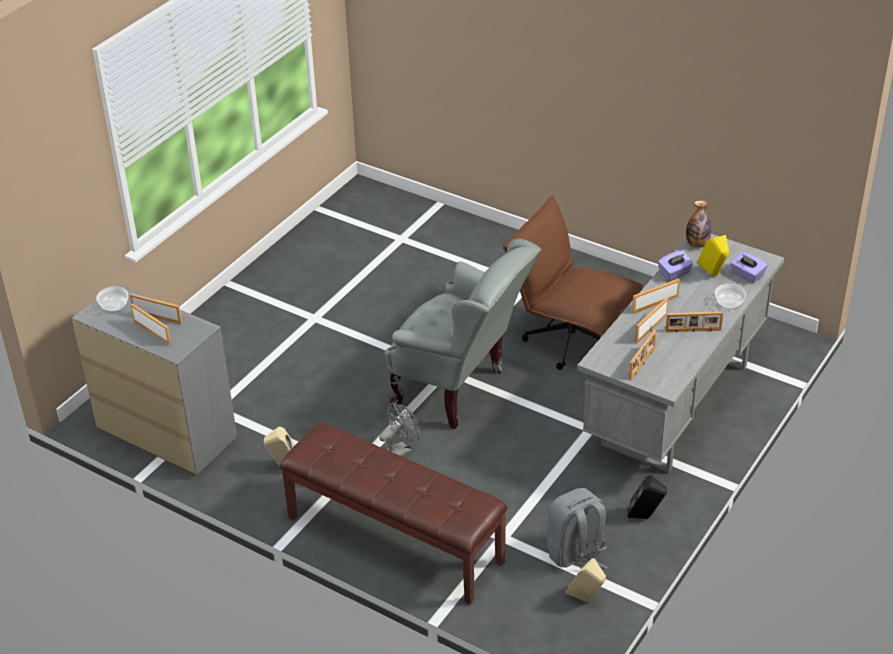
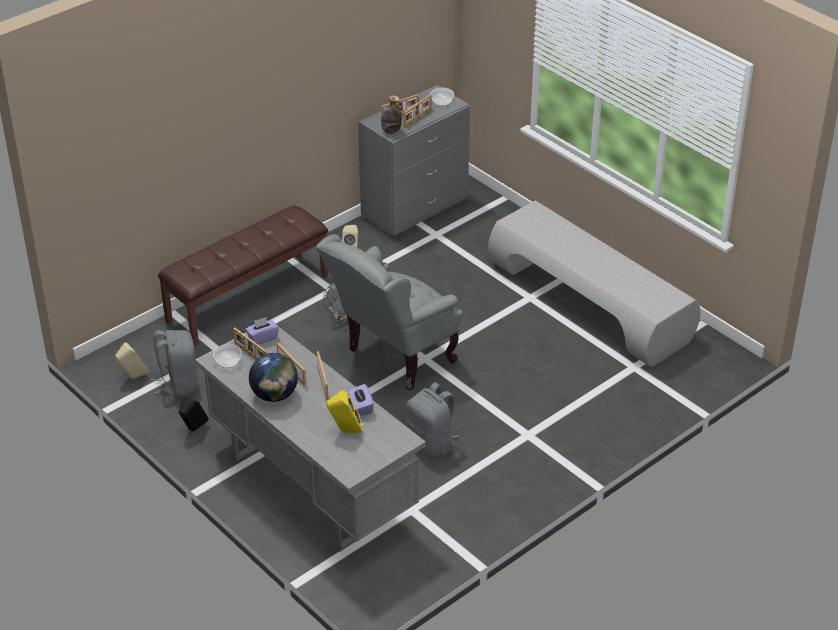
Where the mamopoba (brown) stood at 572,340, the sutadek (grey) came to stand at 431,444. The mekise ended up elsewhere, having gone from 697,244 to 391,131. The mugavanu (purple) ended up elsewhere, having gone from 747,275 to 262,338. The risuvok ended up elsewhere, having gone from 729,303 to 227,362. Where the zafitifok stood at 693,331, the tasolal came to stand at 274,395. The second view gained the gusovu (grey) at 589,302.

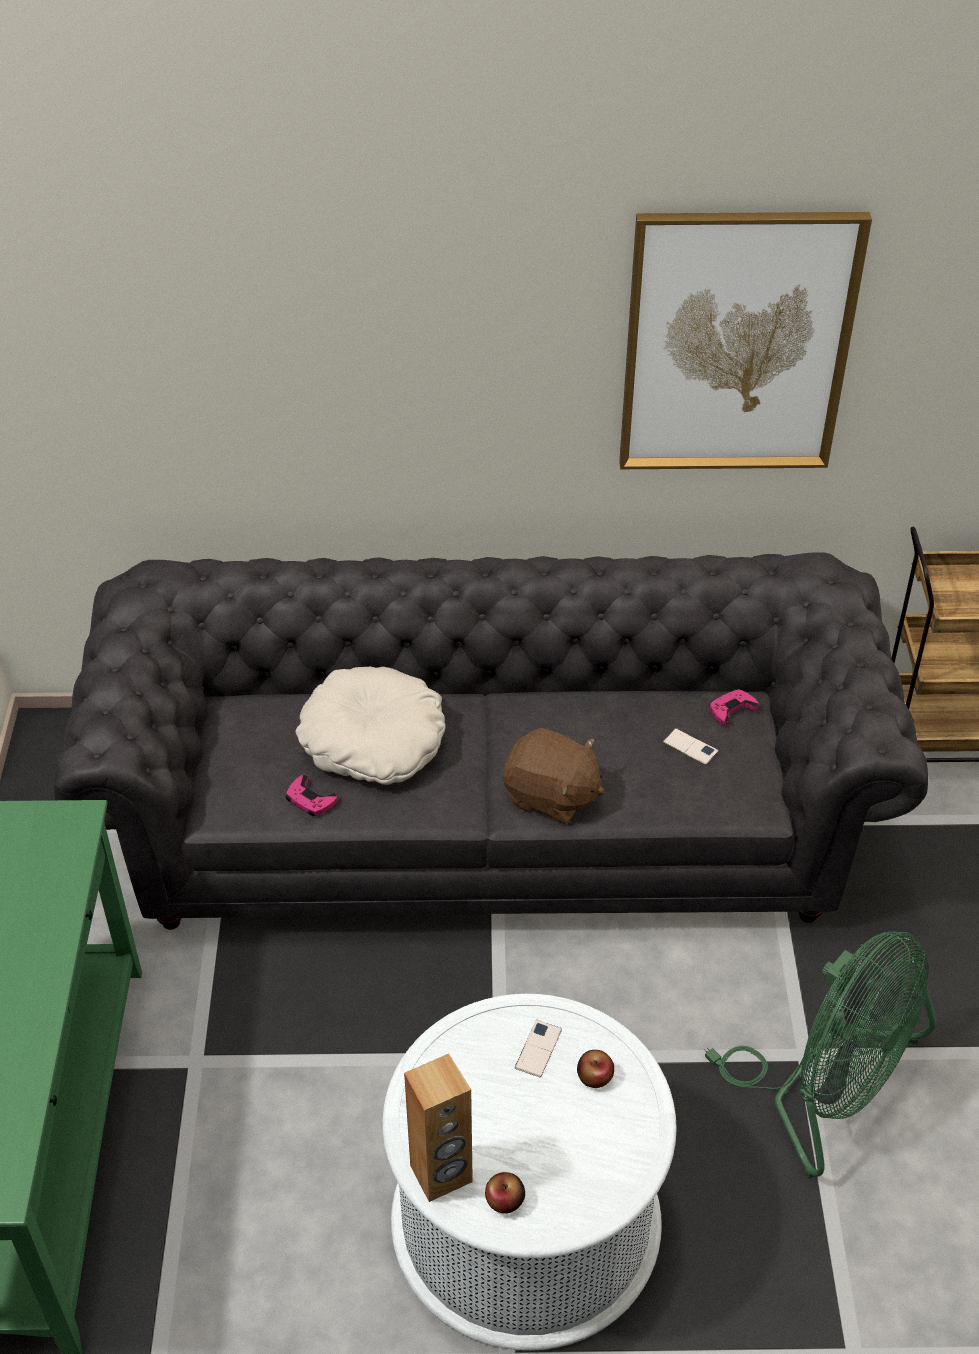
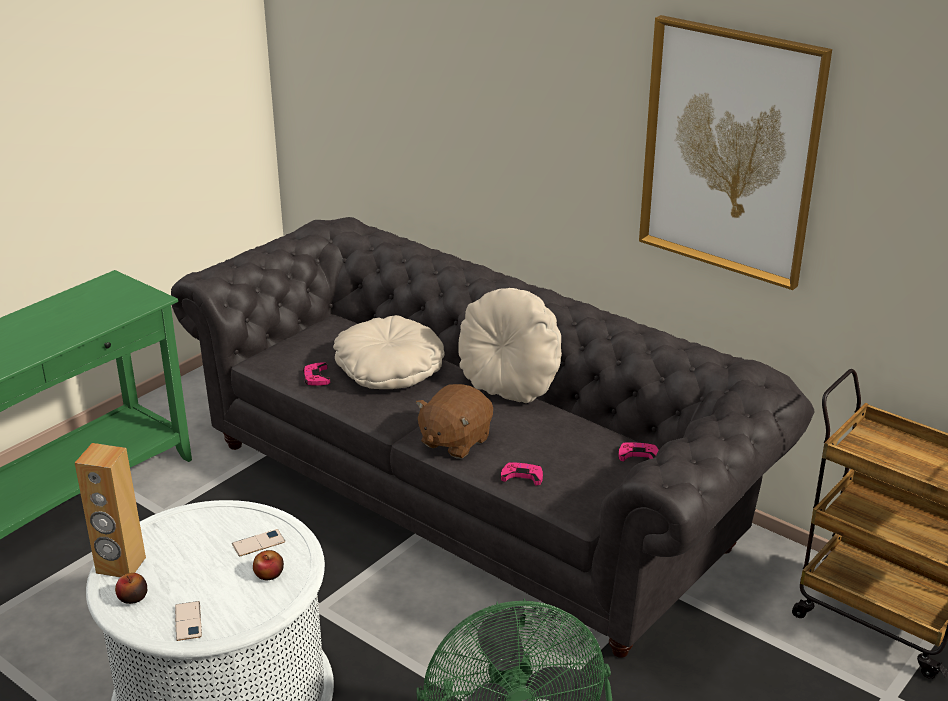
The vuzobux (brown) at 551,796 ended up facing another way, 60 degrees clockwise from before. The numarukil ended up elsewhere, having gone from 690,747 to 188,621. The second view gained the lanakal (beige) at 509,389. The second view gained the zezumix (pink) at 522,476.

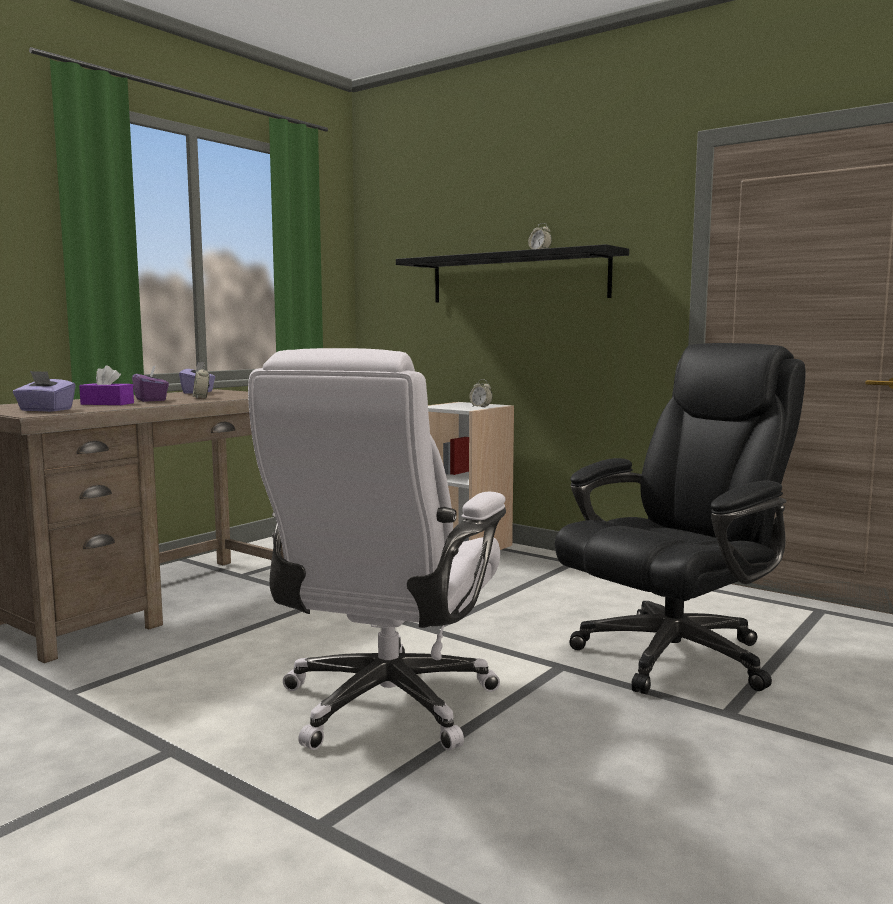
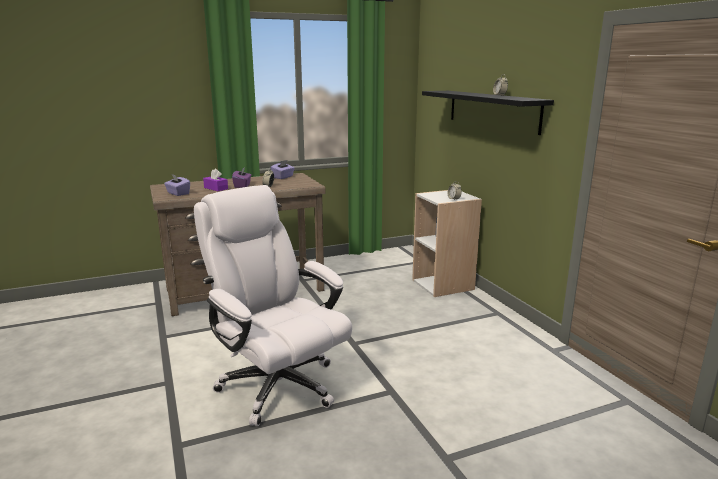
The second view lost the mamopoba (black) at 673,657. The mamopoba (white) at 388,703 ended up facing another way, 90 degrees clockwise from before.

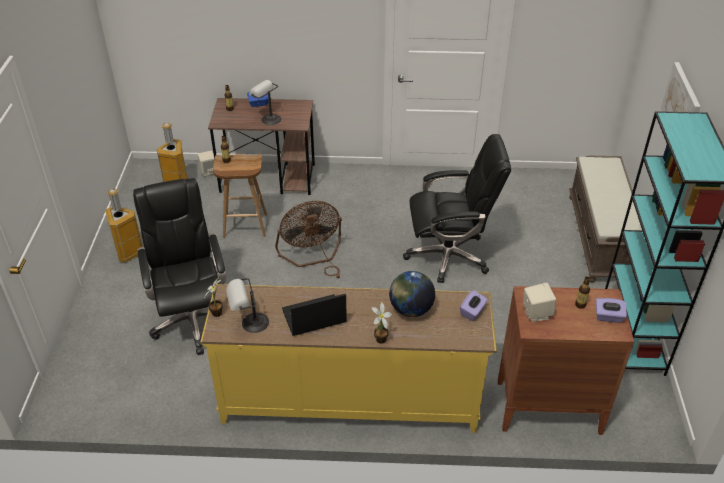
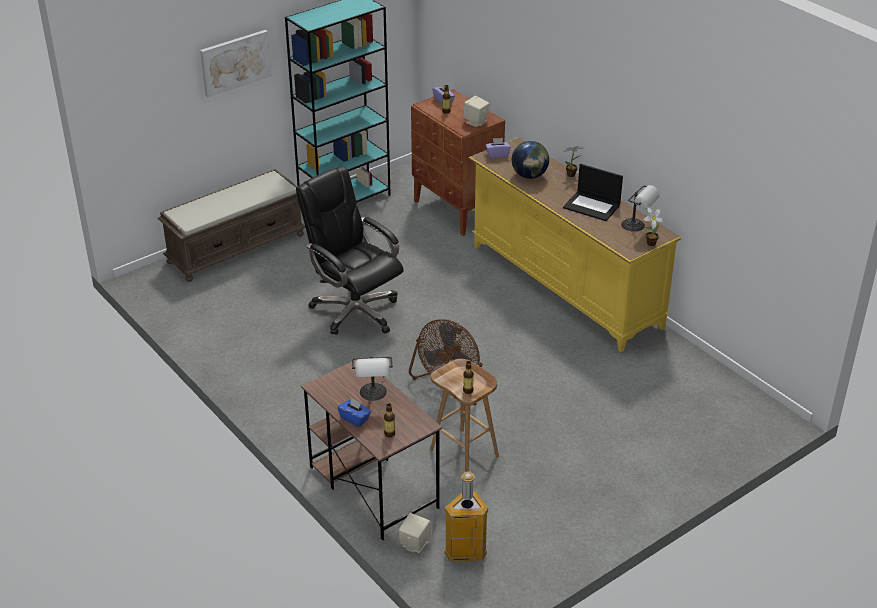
The second view lost the mamopoba (black) at 192,318. The second view lost the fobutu at 127,252.

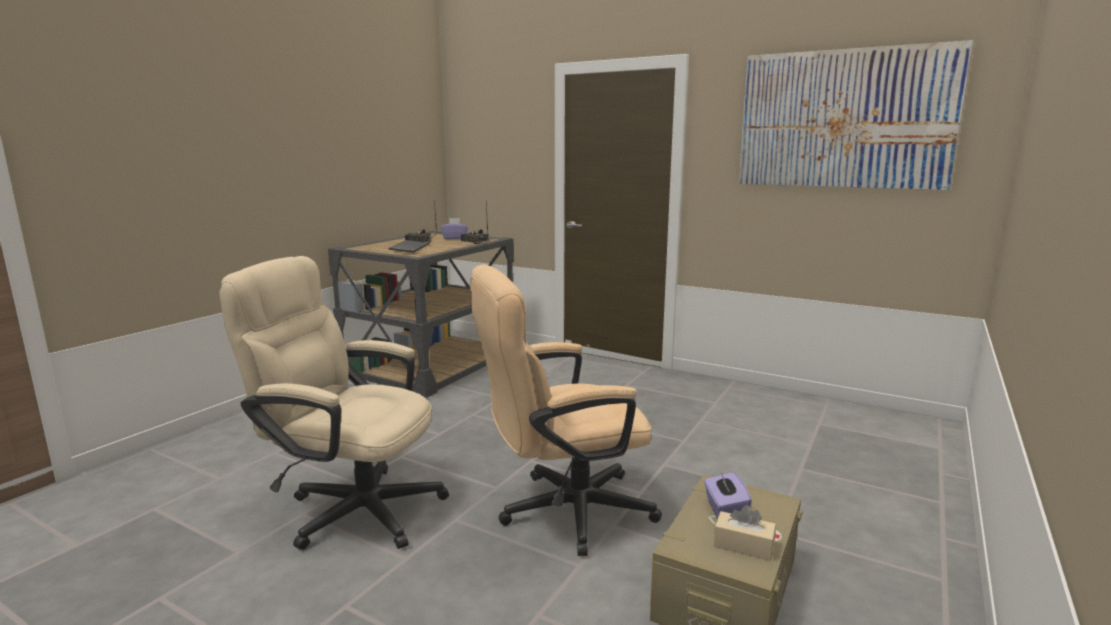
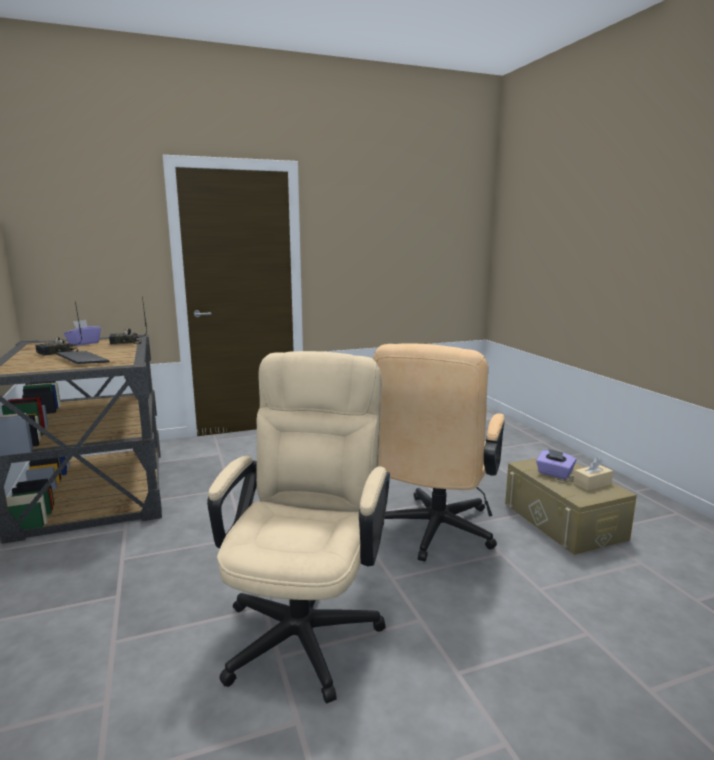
The second view lost the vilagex at 844,119. The mamopoba (beige) at 352,507 ended up facing another way, 135 degrees clockwise from before.

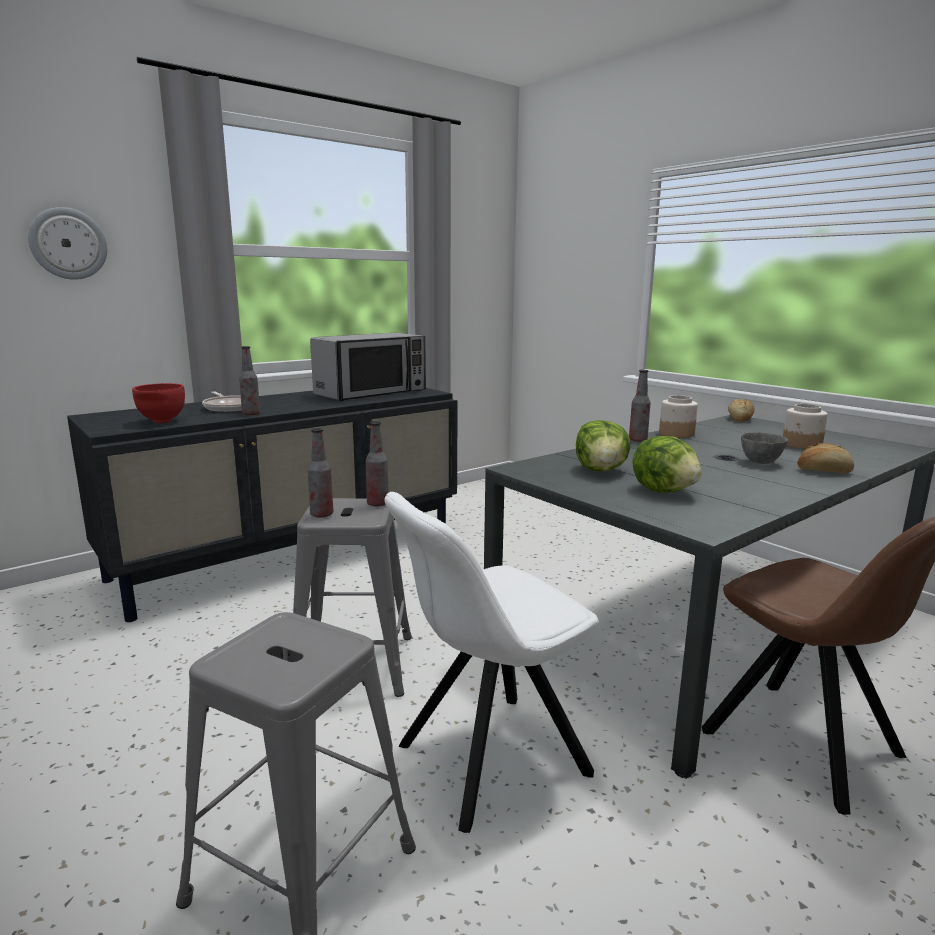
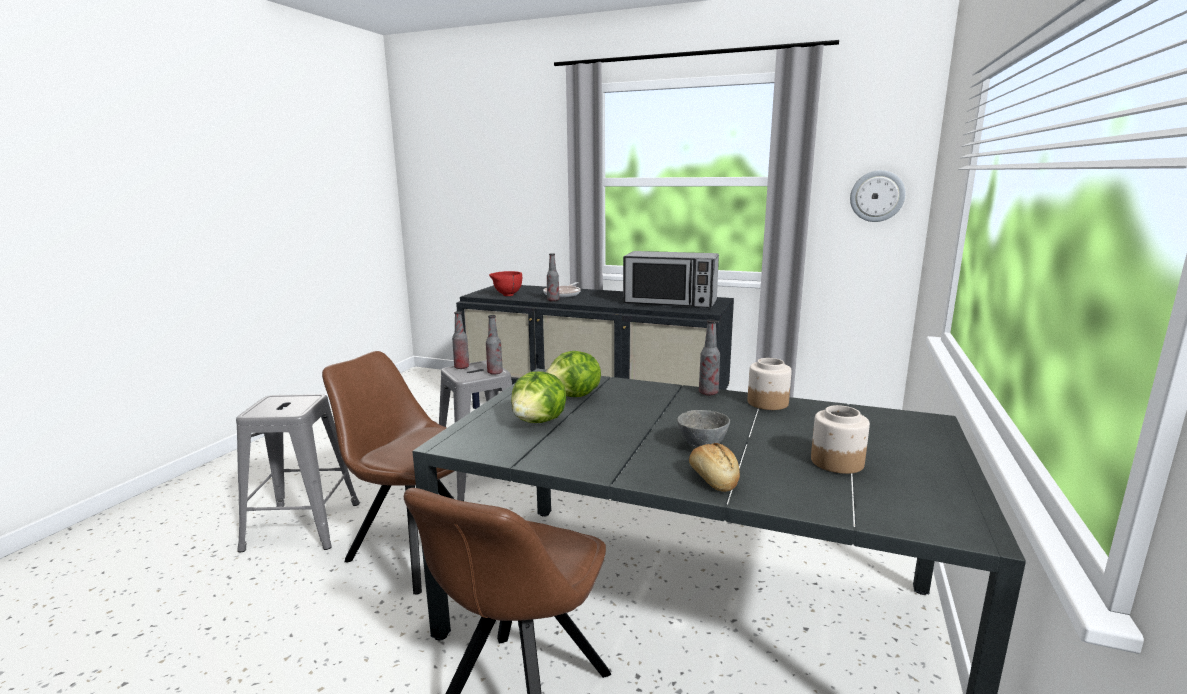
The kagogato ended up elsewhere, having gone from 68,244 to 877,196. The second view lost the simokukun at 739,419. What was the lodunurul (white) at 491,759 turned into the lodunurul (brown) at 414,551.

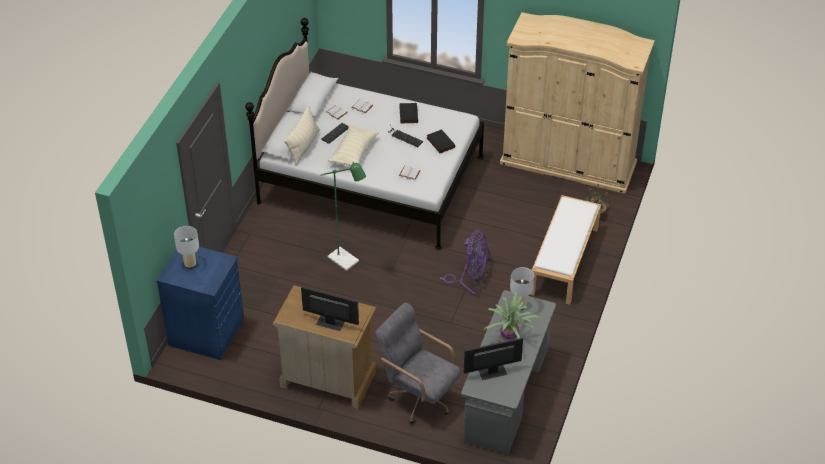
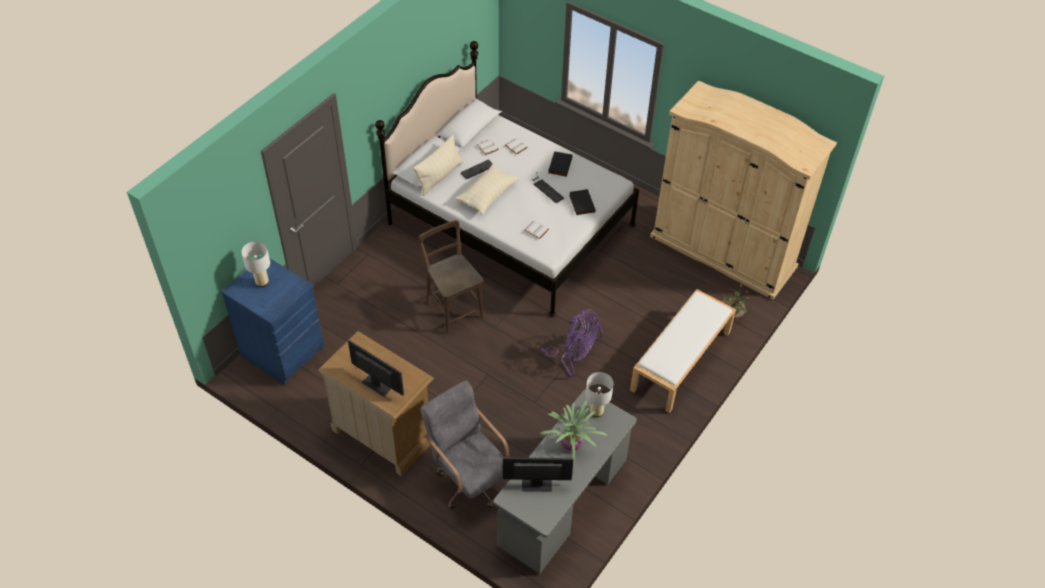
Where the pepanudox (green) stood at 347,262, the lodunurul (brown) came to stand at 453,308.

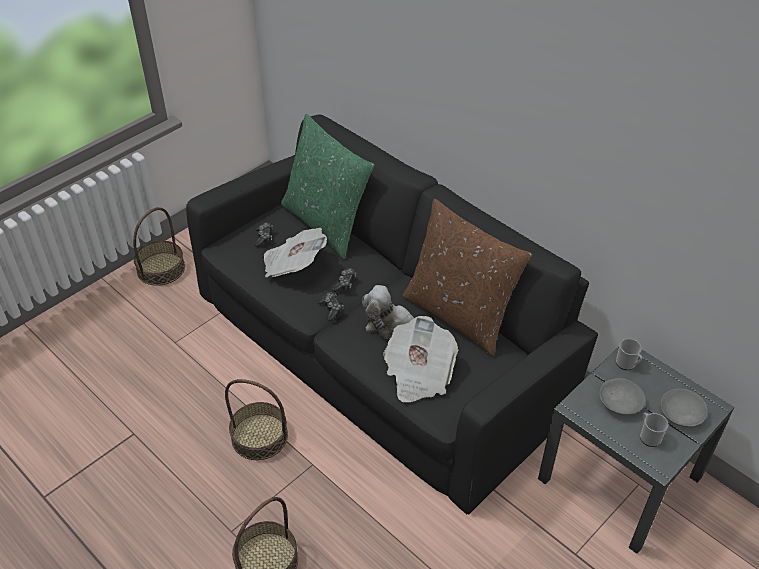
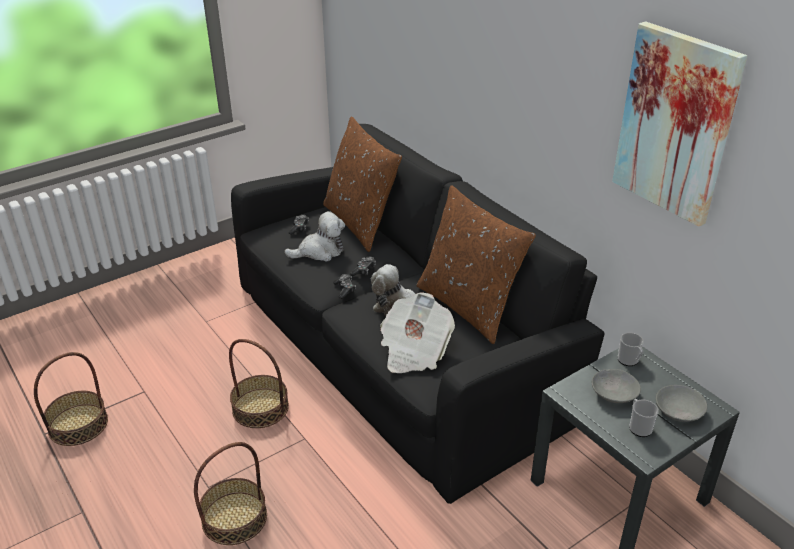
What was the lanakal (green) at 326,223 turned into the lanakal (brown) at 361,223. The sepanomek ended up elsewhere, having gone from 161,269 to 78,425. Where the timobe stood at 293,265, the vuzobux came to stand at 320,251. The second view gained the vilagex at 676,124.

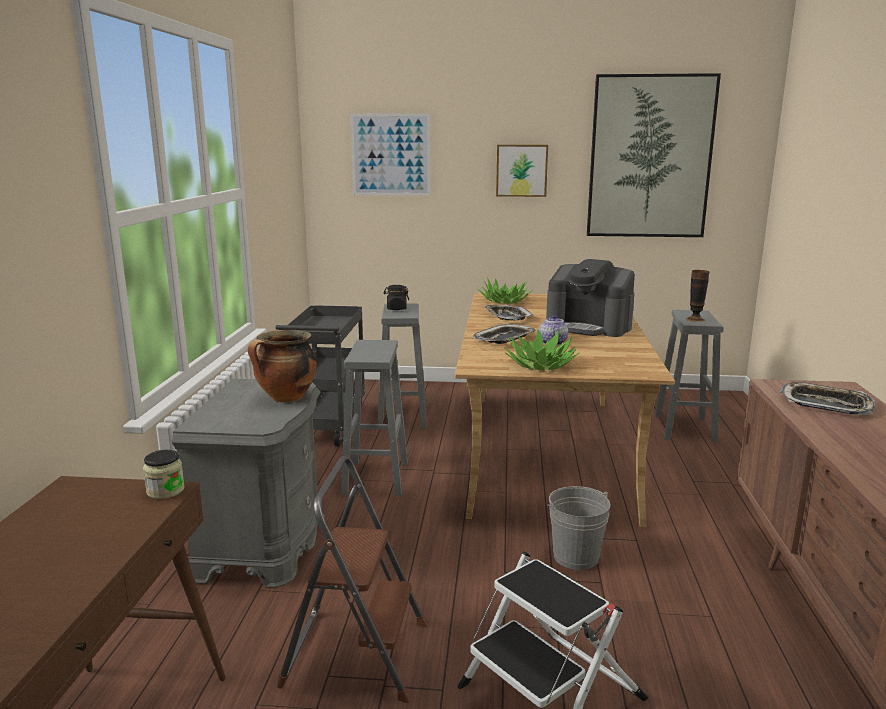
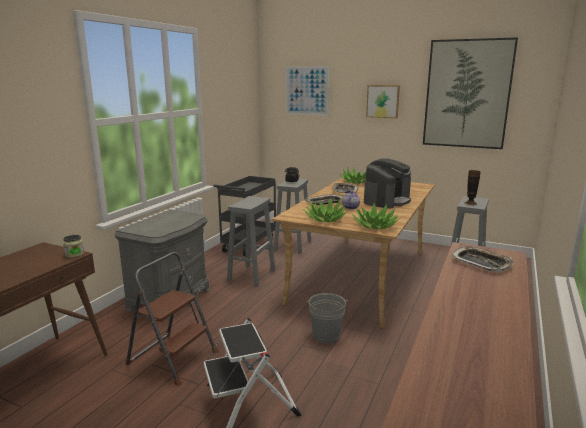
The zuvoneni at 589,326 ended up facing another way, 105 degrees counterclockwise from before. The second view lost the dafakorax at 286,398. The second view gained the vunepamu at 375,226.

